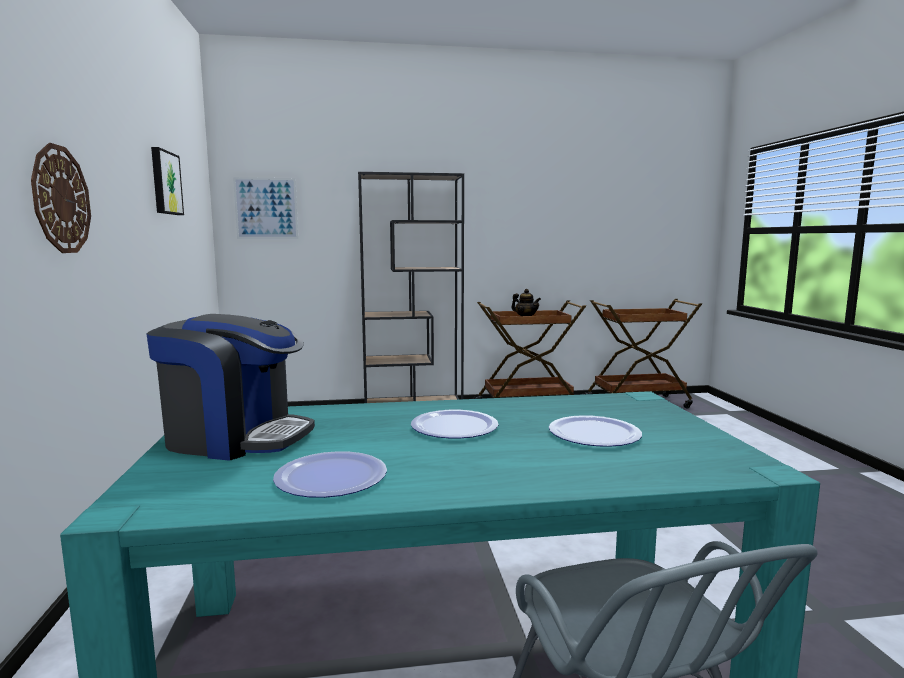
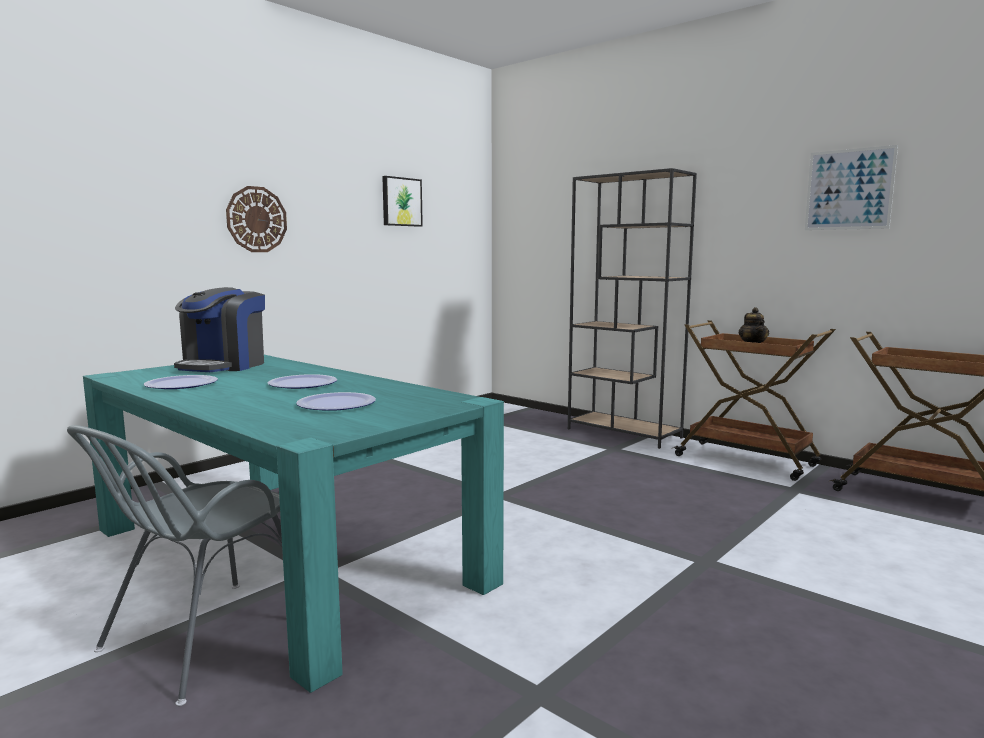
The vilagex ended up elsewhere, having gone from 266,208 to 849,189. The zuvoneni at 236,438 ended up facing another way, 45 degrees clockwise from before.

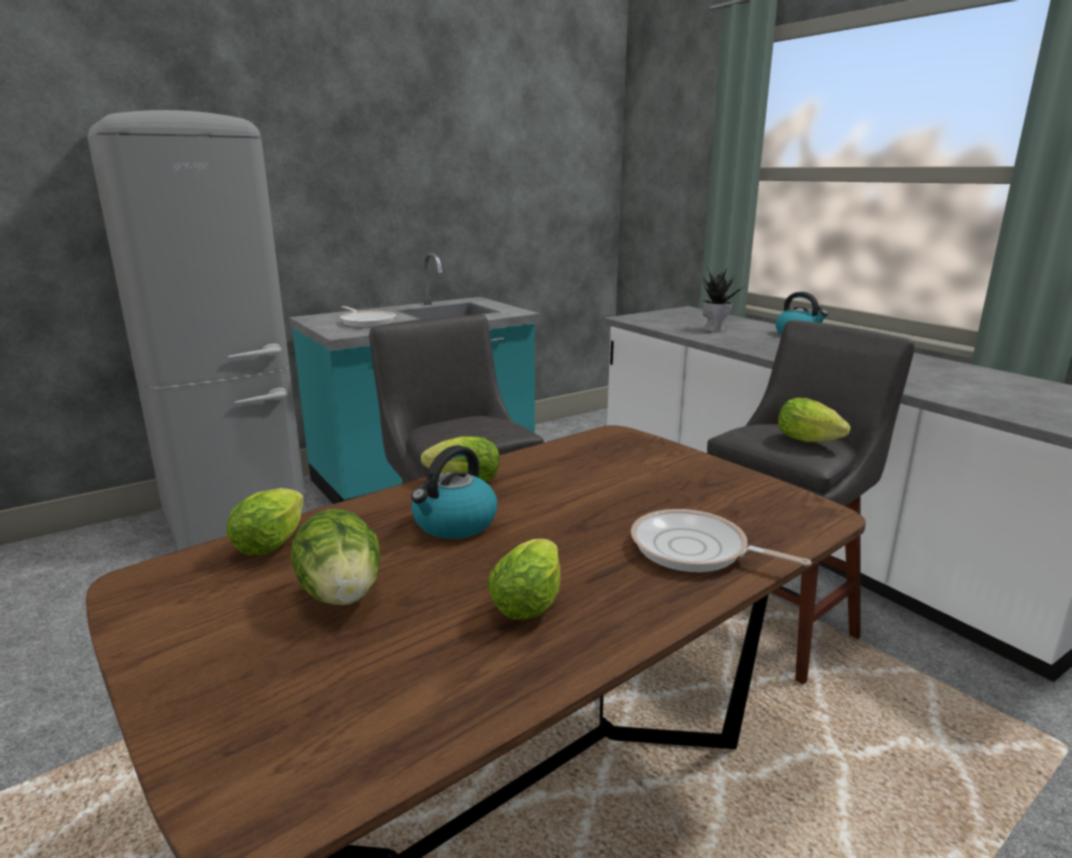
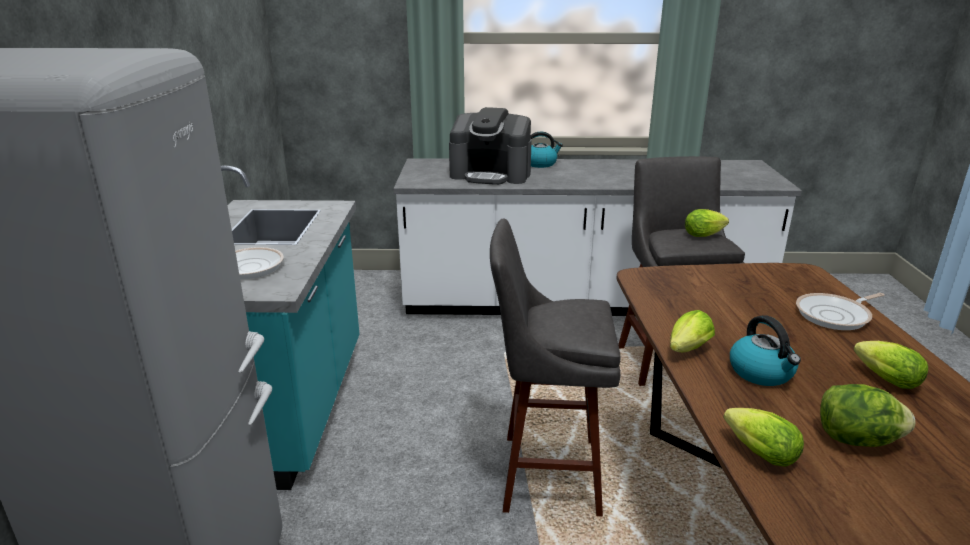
Where the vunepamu stood at 715,329, the zuvoneni came to stand at 491,174.

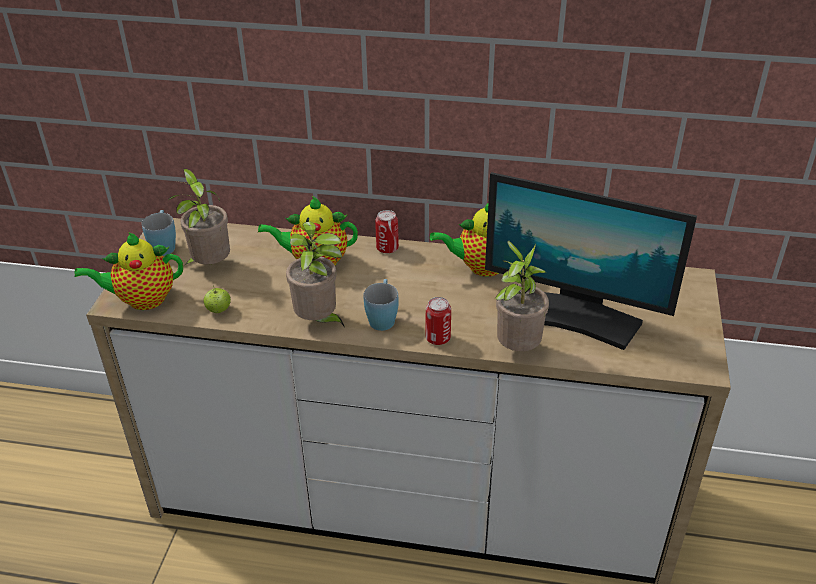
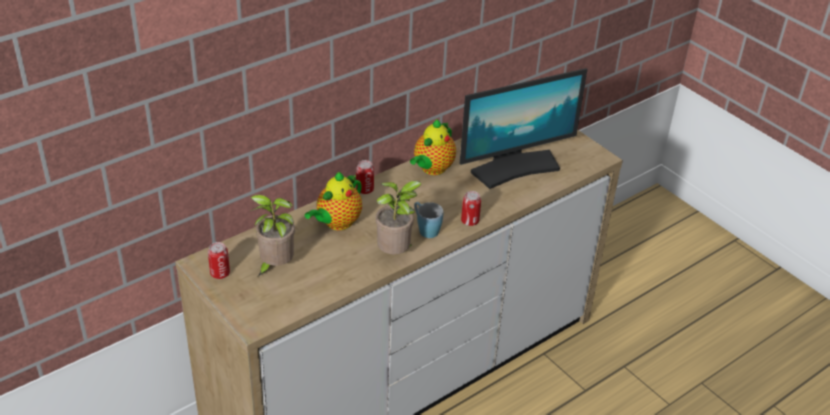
Where the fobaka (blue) stood at 164,245, the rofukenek came to stand at 220,273. The second view lost the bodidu at 142,300. The second view lost the vunepamu at 516,348. The second view lost the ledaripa at 219,310.

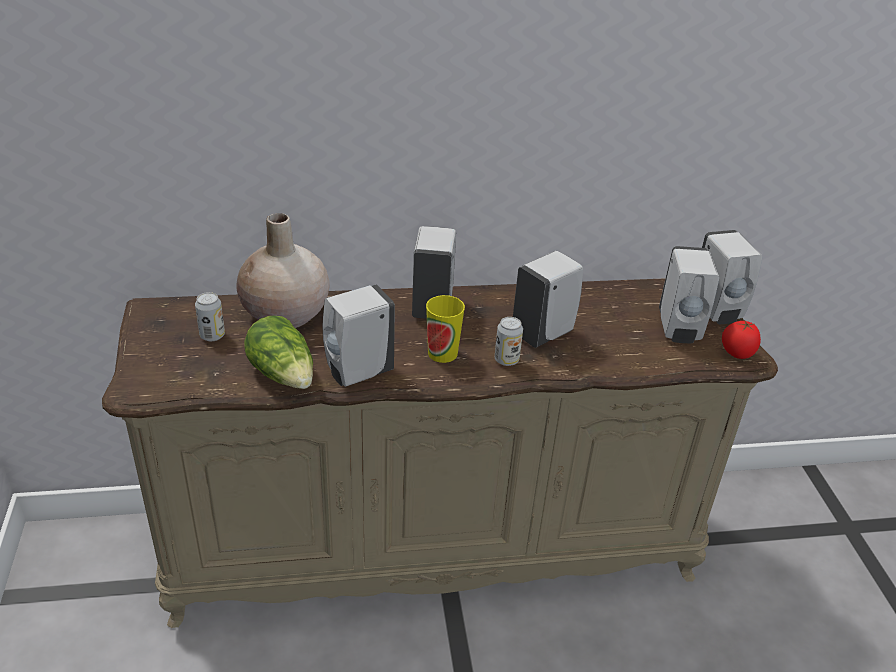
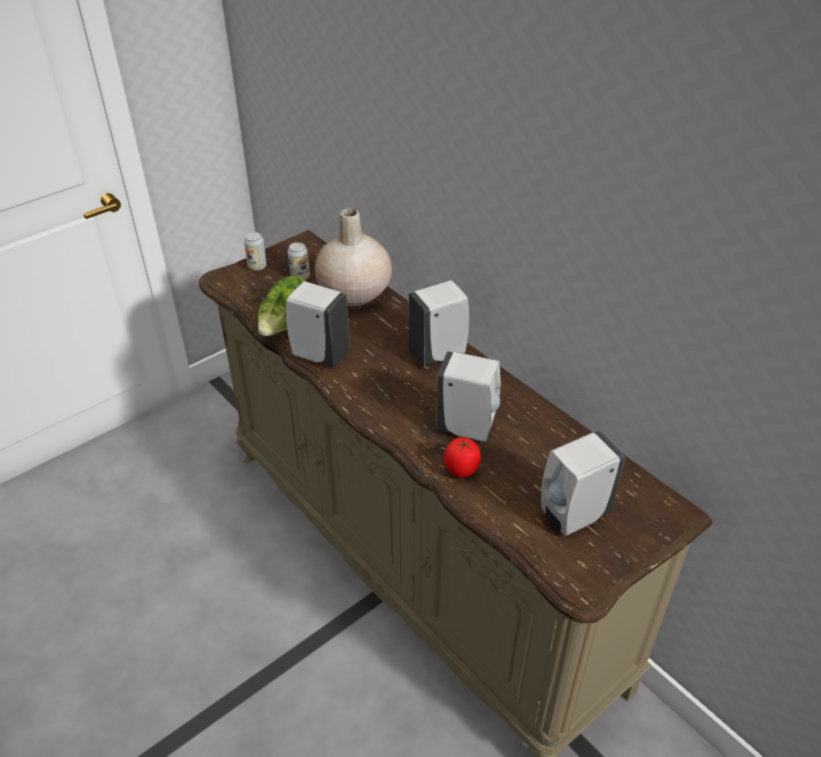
The second view lost the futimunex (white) at 716,311. The second view lost the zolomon at 442,353. The rofukenek ended up elsewhere, having gone from 506,360 to 257,266. The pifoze ended up elsewhere, having gone from 736,354 to 461,469.

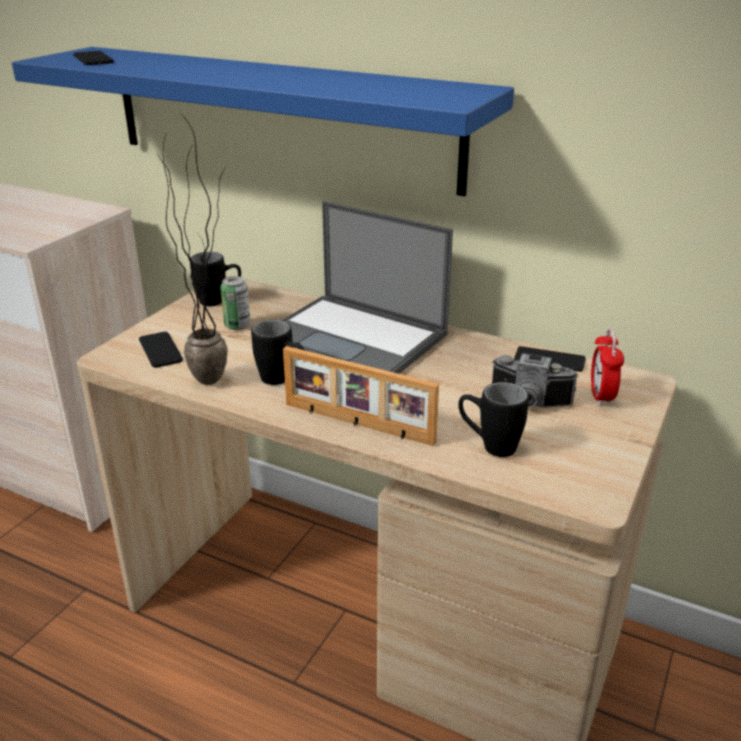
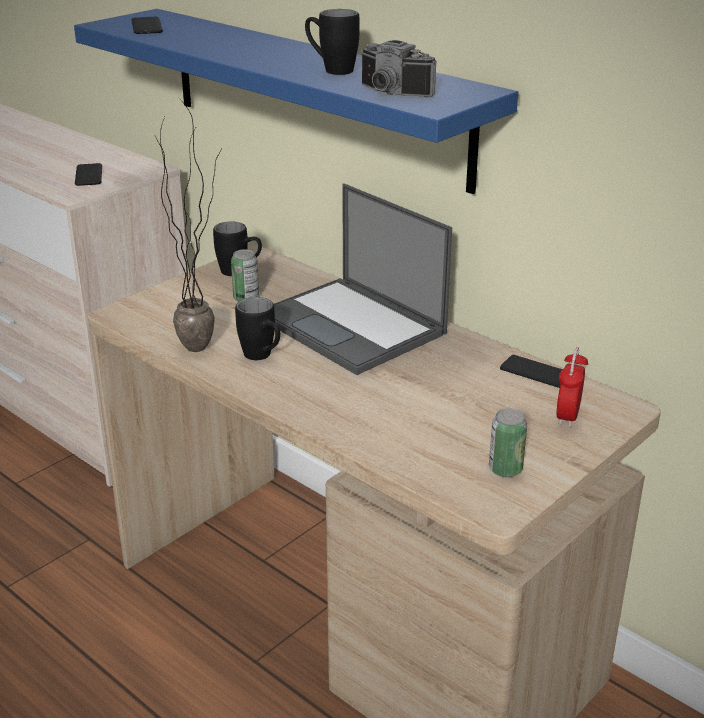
The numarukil ended up elsewhere, having gone from 160,350 to 89,175. The second view lost the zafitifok at 357,424. The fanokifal ended up elsewhere, having gone from 528,404 to 390,93. The fobaka (black) ended up elsewhere, having gone from 489,446 to 331,70. The second view gained the rofukenek at 505,469.

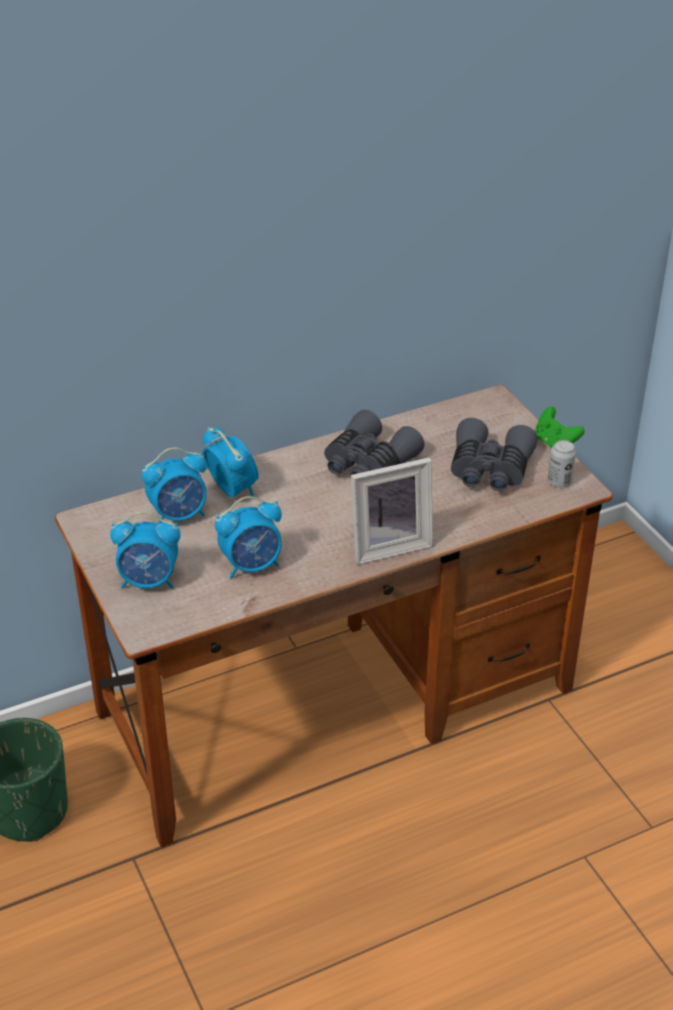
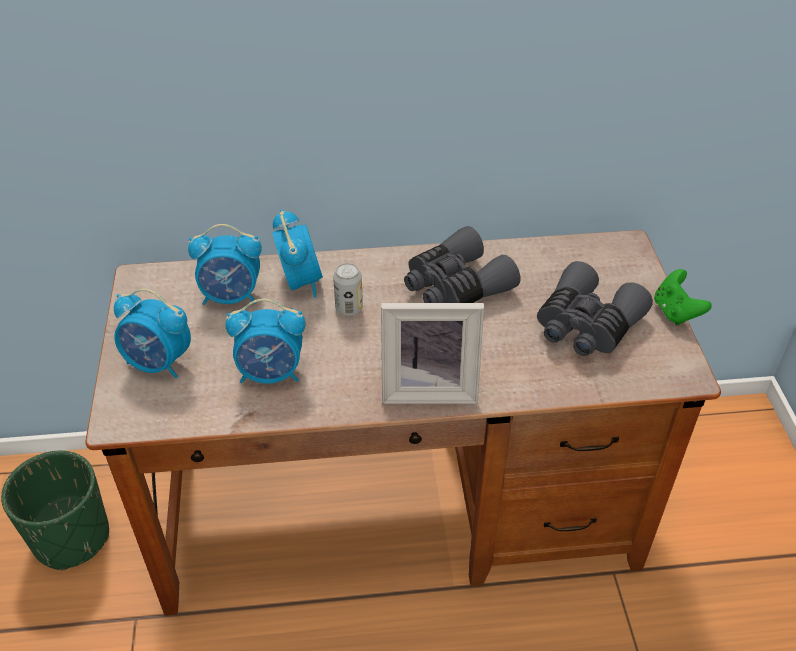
The rofukenek ended up elsewhere, having gone from 559,481 to 349,308.

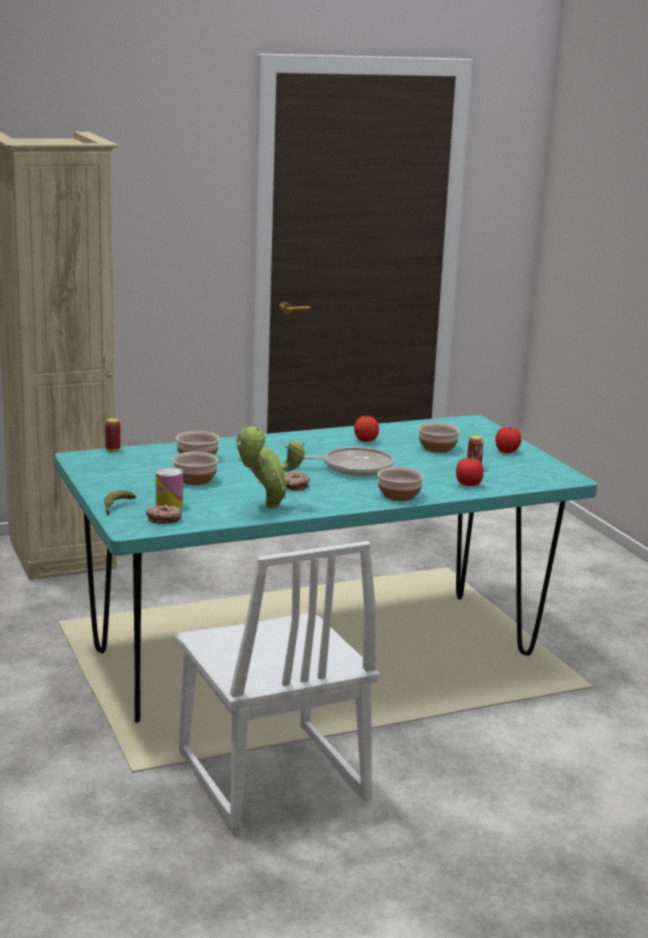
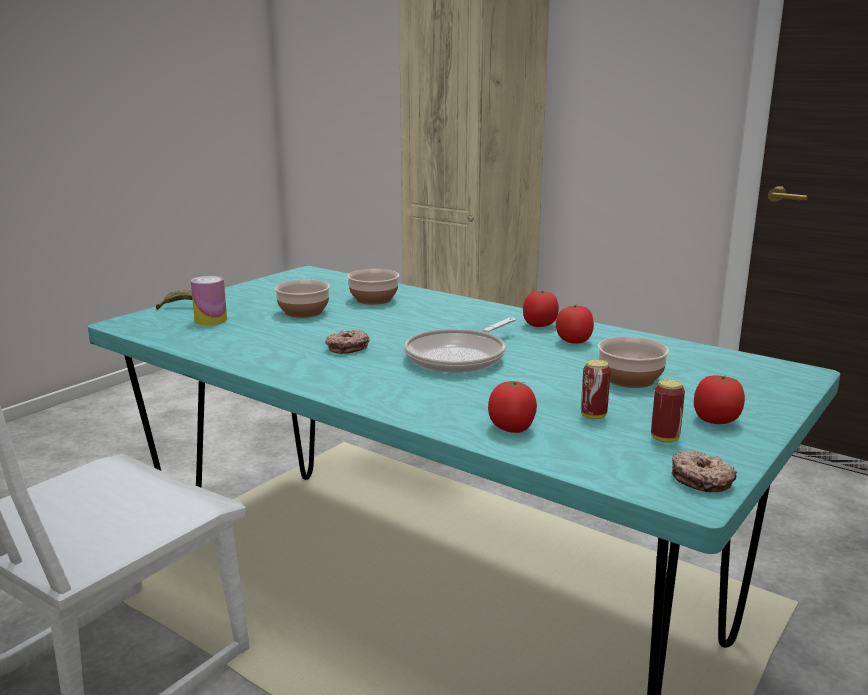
The rofukenek ended up elsewhere, having gone from 113,450 to 664,438. The second view lost the vunepamu at 268,508. The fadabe at 353,467 ended up facing another way, 75 degrees clockwise from before. The second view lost the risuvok at 399,495. The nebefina ended up elsewhere, having gone from 164,519 to 701,479. The second view gained the pifoze at 539,325.

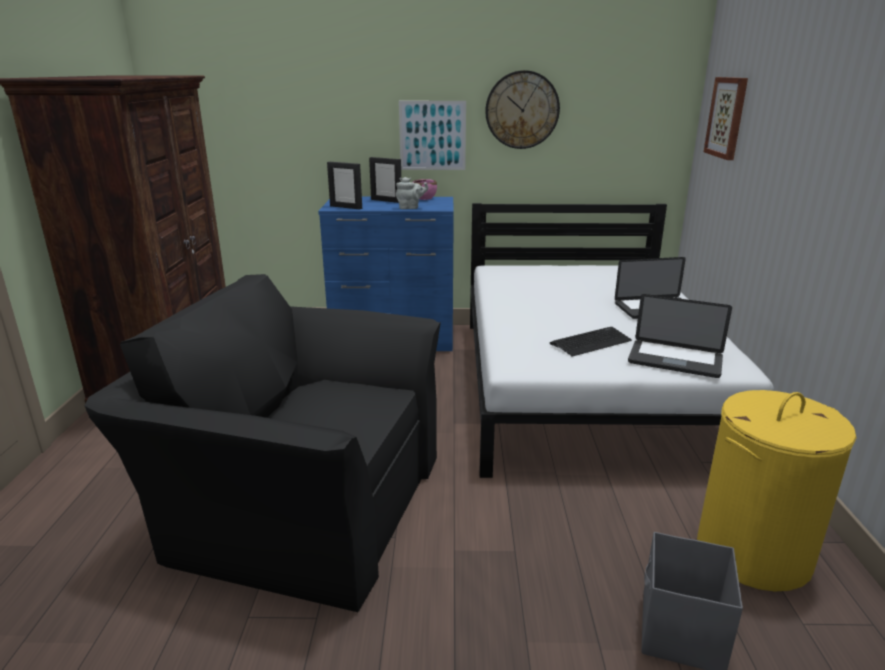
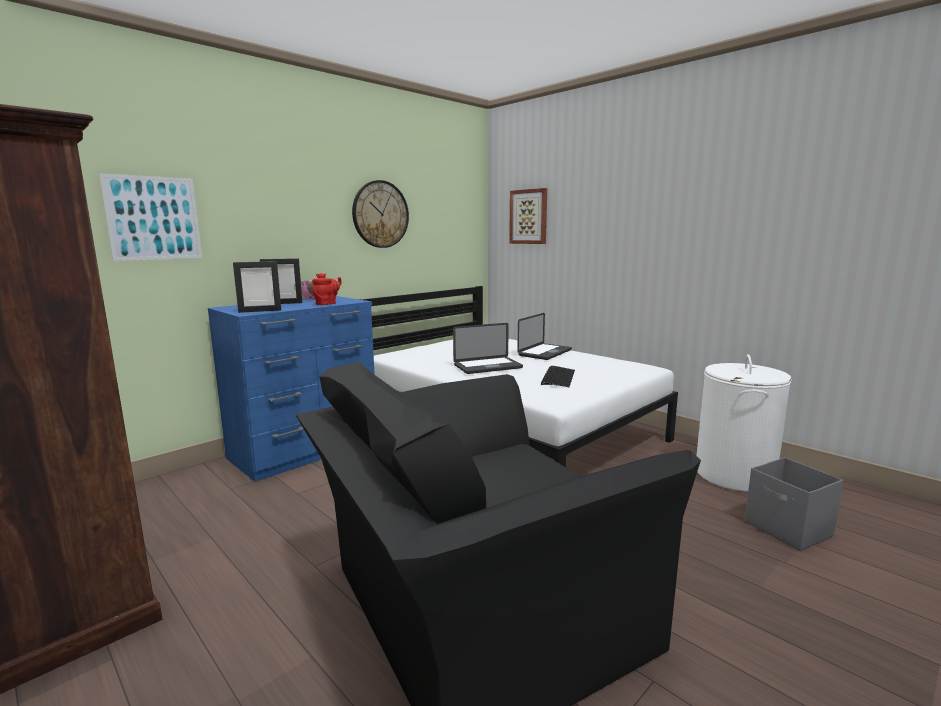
The vilagex ended up elsewhere, having gone from 432,135 to 153,218. What was the bodidu (grey) at 410,208 turned into the bodidu (red) at 327,304. The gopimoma ended up elsewhere, having gone from 675,360 to 488,366. What was the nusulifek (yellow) at 753,553 turned into the nusulifek (white) at 734,475.

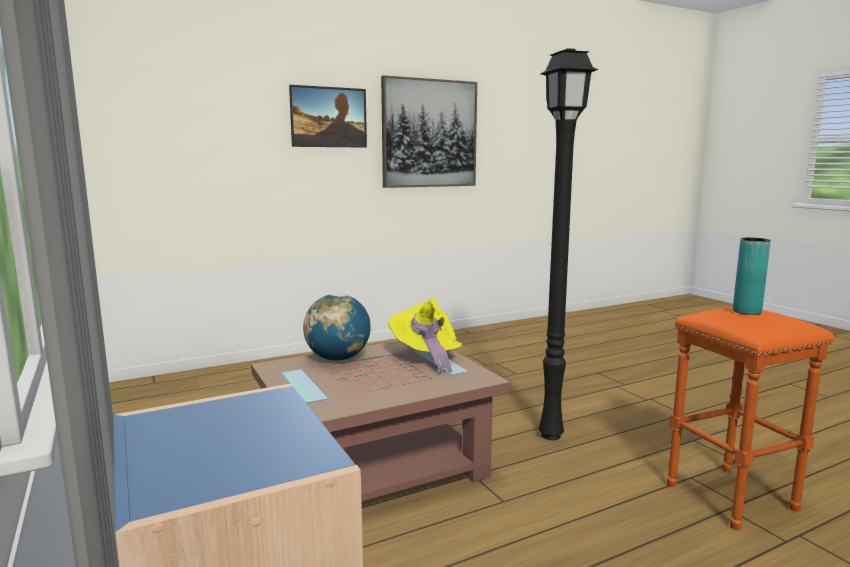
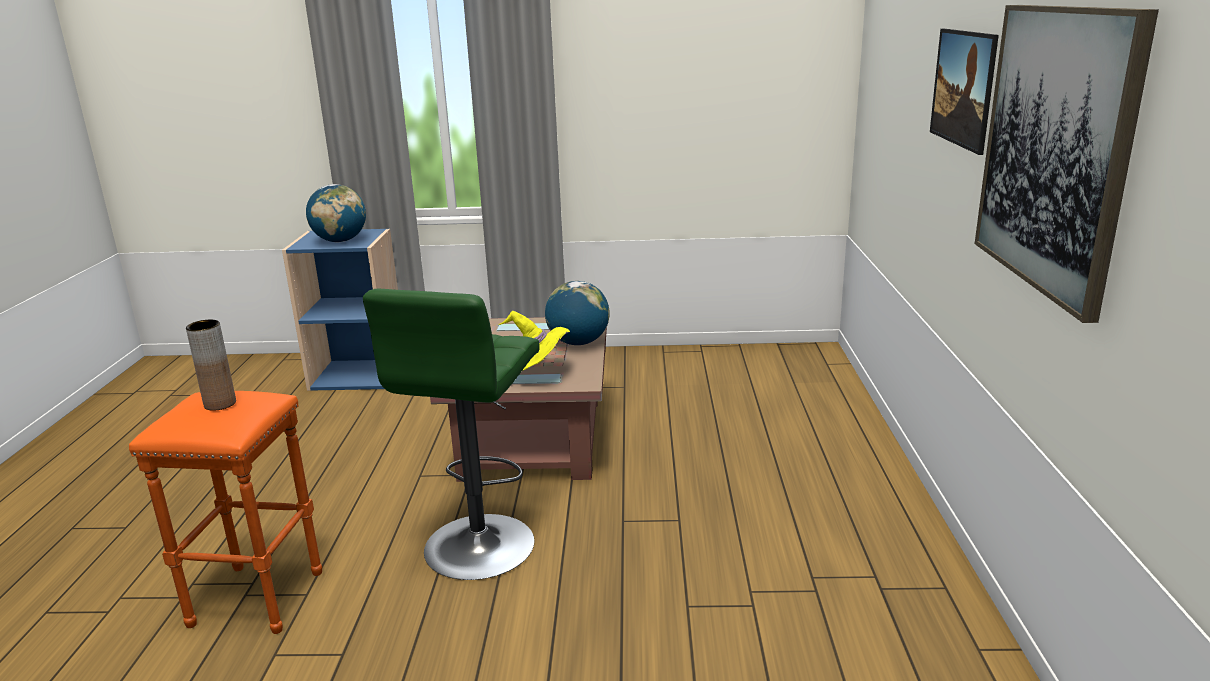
Where the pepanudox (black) stood at 553,436, the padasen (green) came to stand at 478,547. What was the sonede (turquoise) at 746,311 turned into the sonede (brown) at 220,404. The second view gained the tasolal at 340,241.

